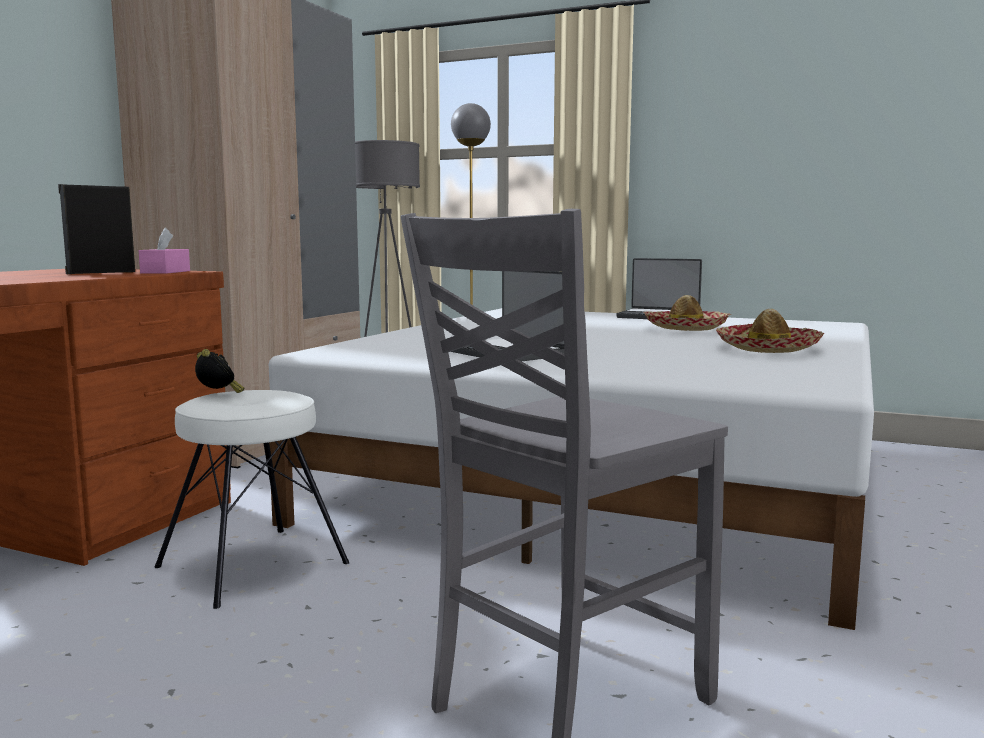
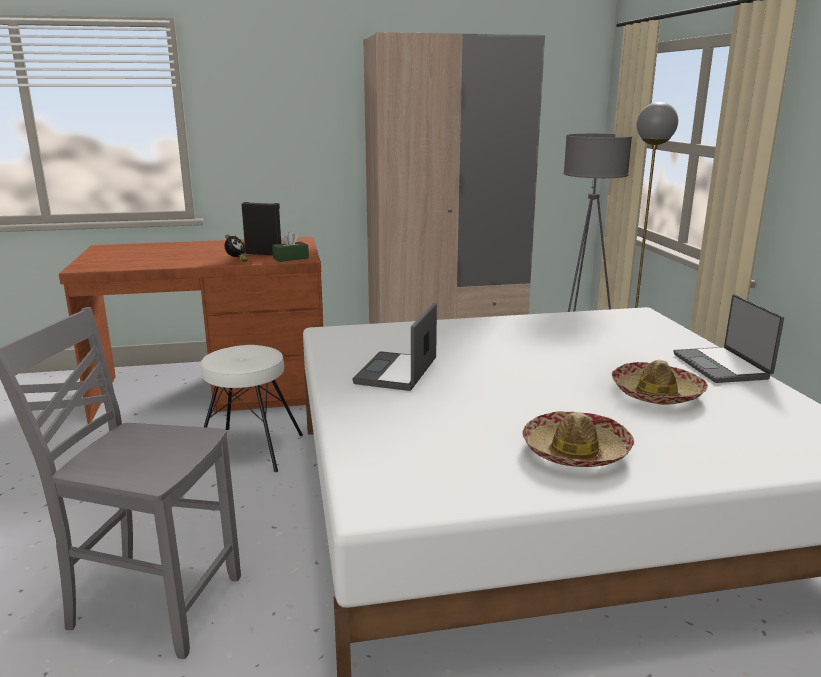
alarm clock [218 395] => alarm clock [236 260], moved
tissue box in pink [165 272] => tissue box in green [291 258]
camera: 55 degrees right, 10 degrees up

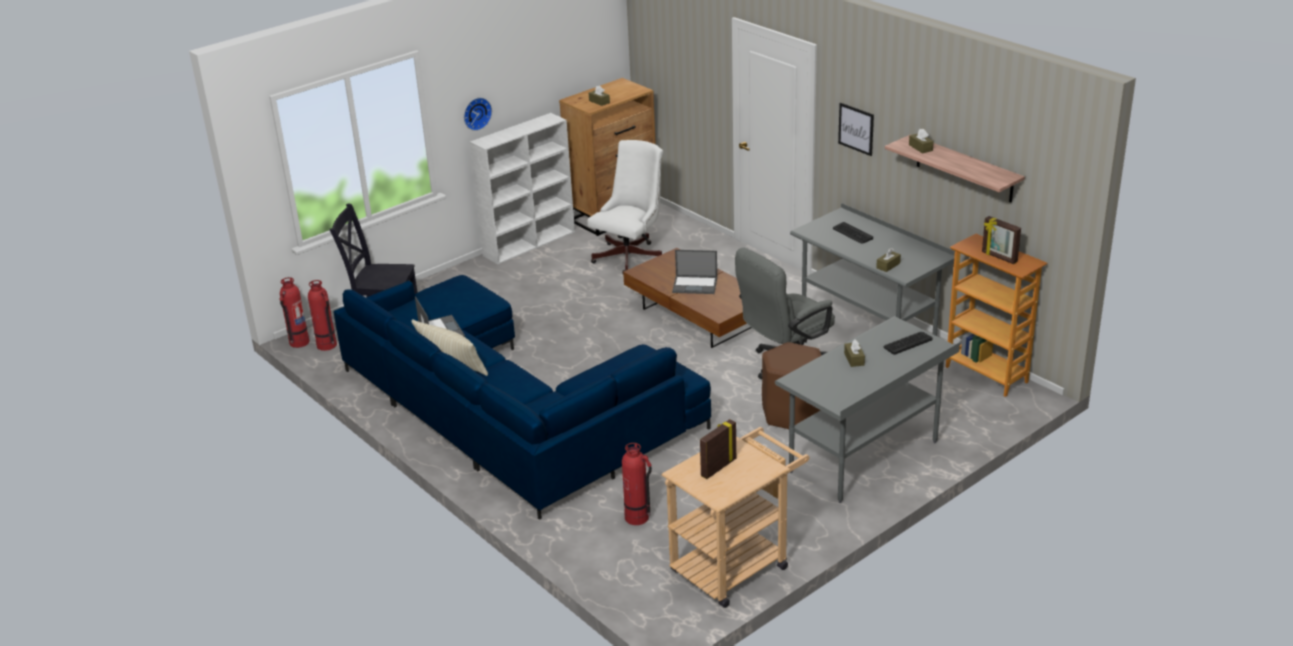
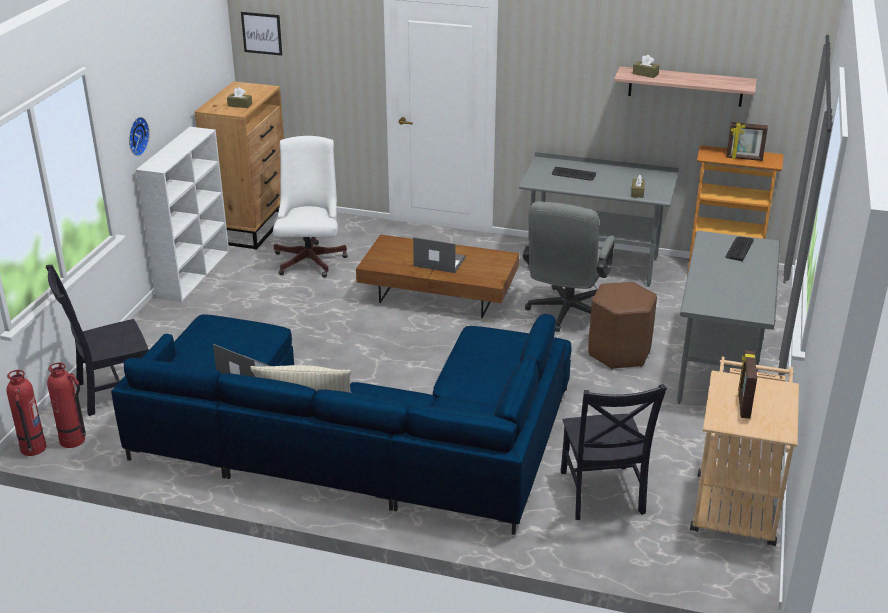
tissue box in brown [854 359] => nothing
picture [856 129] => picture [262 33], moved
fire extinguisher [637 517] => chair in black [602 495]
laptop [695 285] => laptop [439 262], 135 degrees counterclockwise
camera: 35 degrees left, 0 degrees up

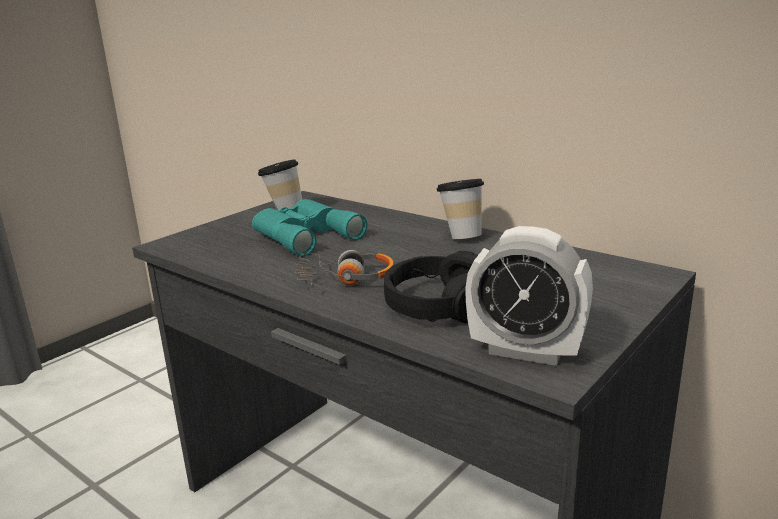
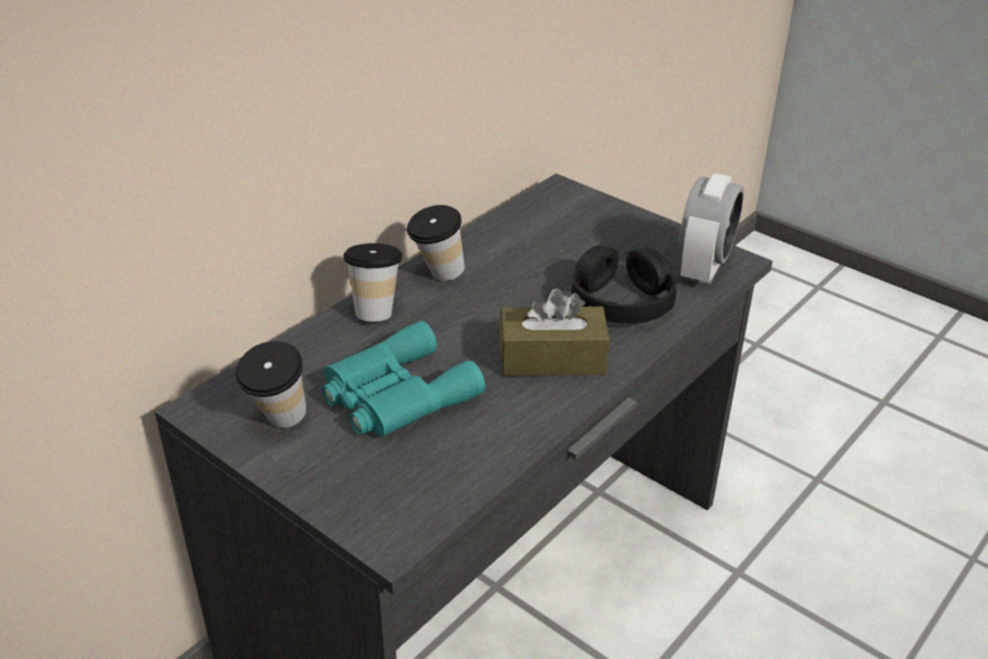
nothing => cup [376 310]
headphones [344 279] => tissue box in brown [552 358]
camera: 90 degrees left, 15 degrees up

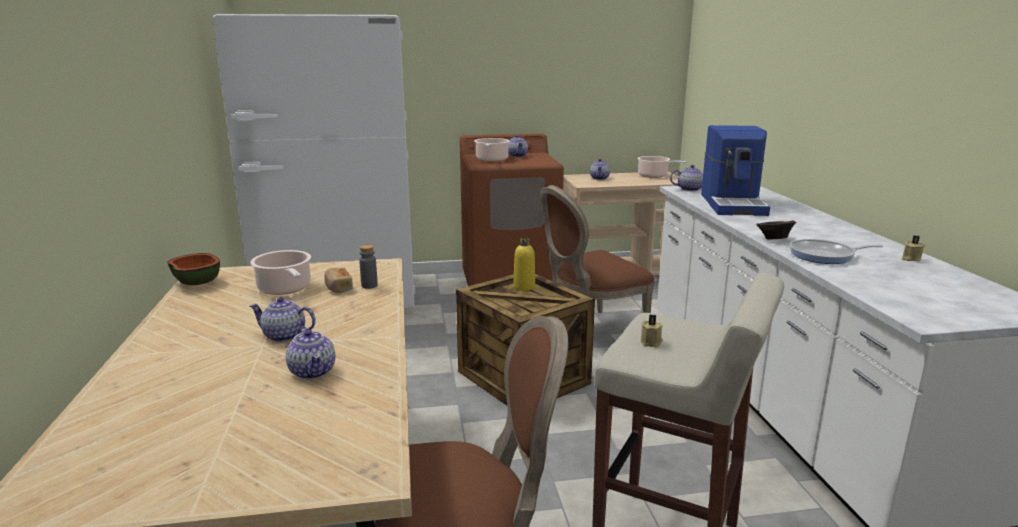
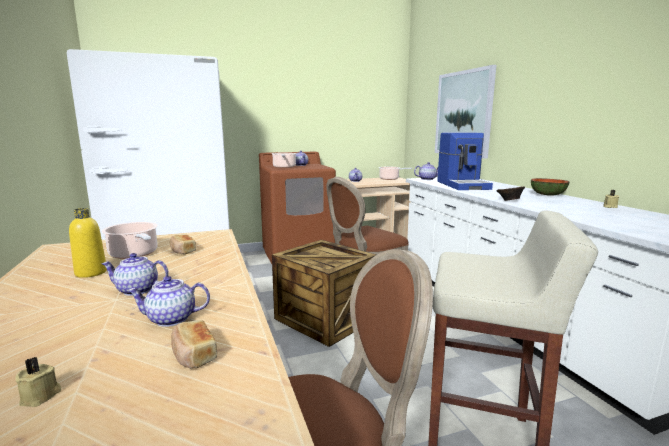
bottle in grey [369 286] => nothing
frying pan [825 256] => nothing
nothing => bread [193 355]
nothing => picture [463 114]
bowl [196 282] => bowl [547 195], moved
bottle in yellow [524 287] => bottle in yellow [91 273], moved
candle in beige [652 342] => candle in beige [41 396], moved
teapot [313 372] => teapot [171 319], 120 degrees clockwise
camera: 10 degrees left, 5 degrees down

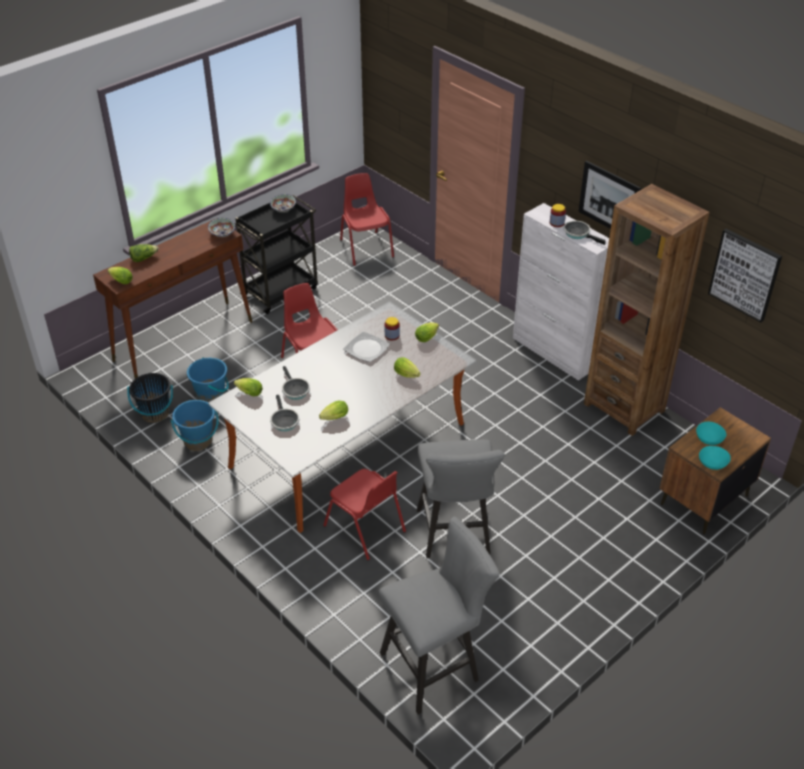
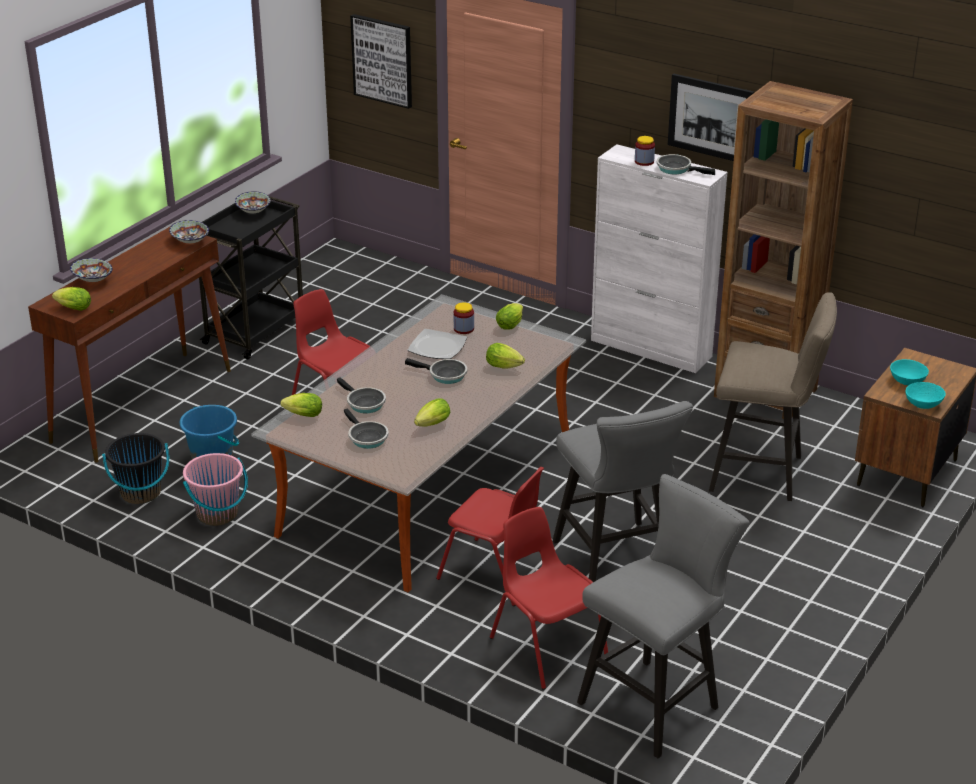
nothing => frying pan [444 375]
nothing => stool in beige [764 474]
chair in red [366 248] => chair in red [547 646], moved
picture [745 274] => picture [382 60], moved
lettuce [143 258] => bowl [92 280]
bucket in blue [198 441] => bucket in pink [217 514]
camera: 15 degrees left, 10 degrees down

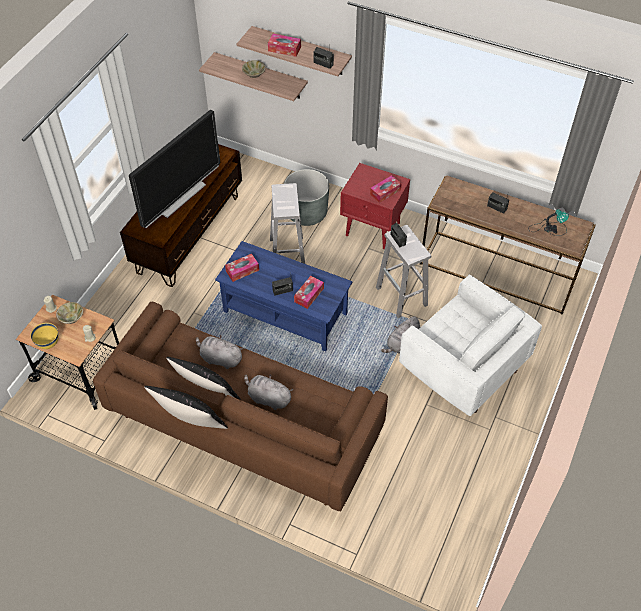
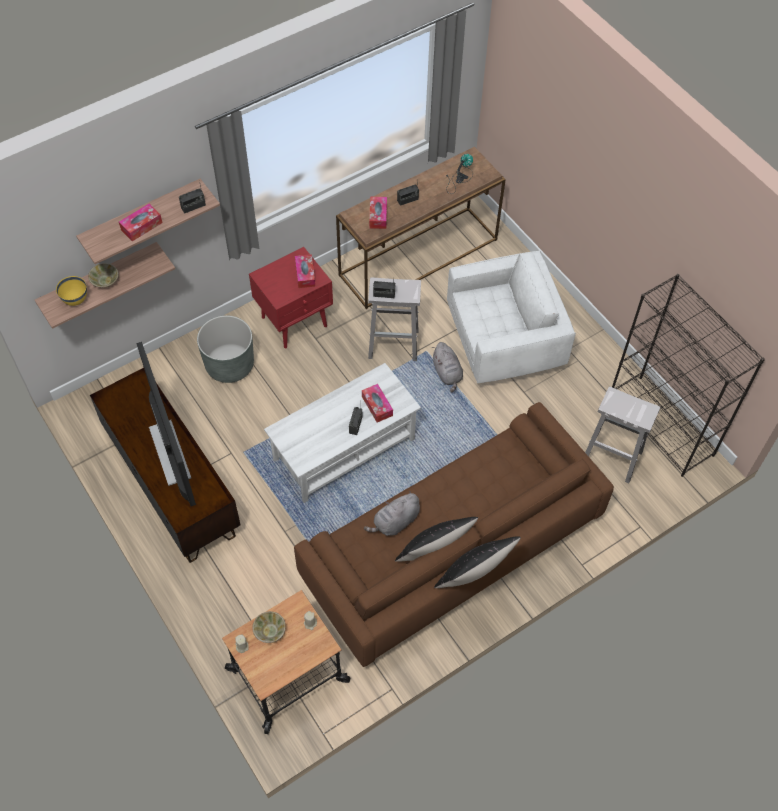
plush toy in grey [268 398] => nothing
nothing => bookcase in black [661 425]
bowl in yellow [48 344] => bowl in yellow [76 300], moved
tissue box [242 270] => tissue box [378 216], moved
stool in white [287 252] => stool in white [610 457], moved
coffee table in blue [285 313] => coffee table in white [344 450]
camera: 60 degrees left, 5 degrees up

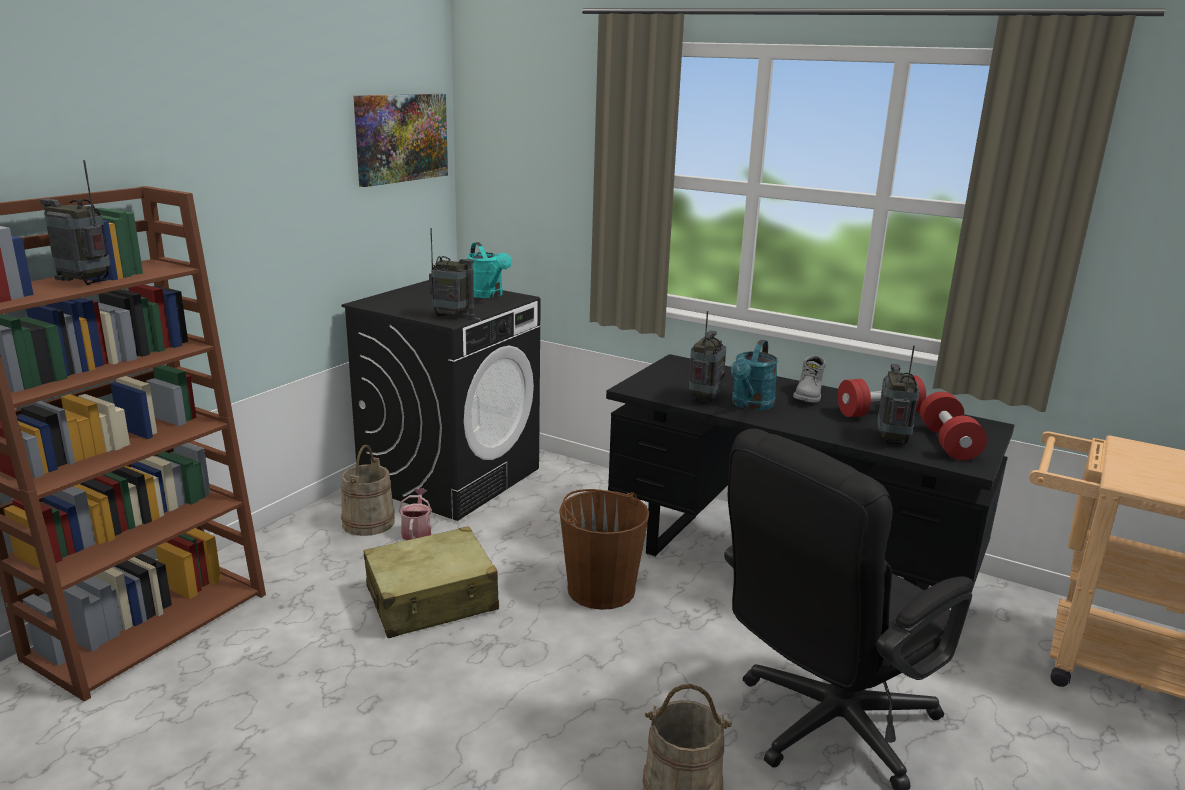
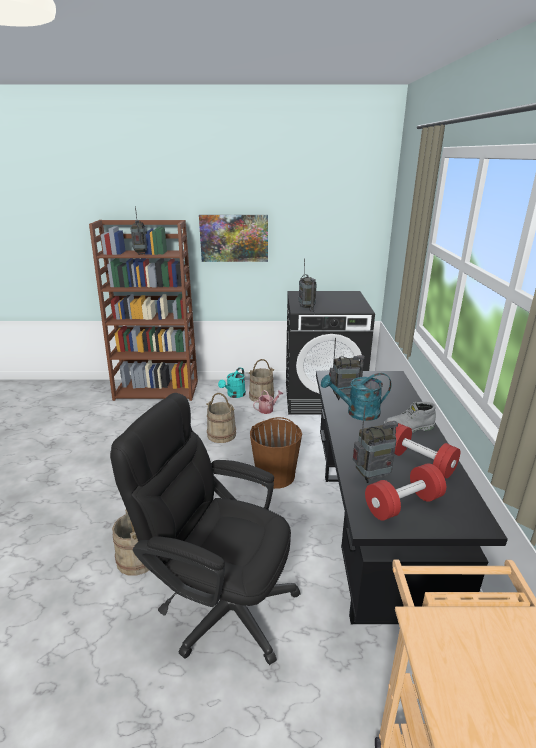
picture [401 138] => picture [234 238], moved
watering can in turquoise [488 295] => watering can in turquoise [234 395], moved
suitcase in beige [432 600] => bucket in beige [221 434]
camera: 60 degrees right, 5 degrees up

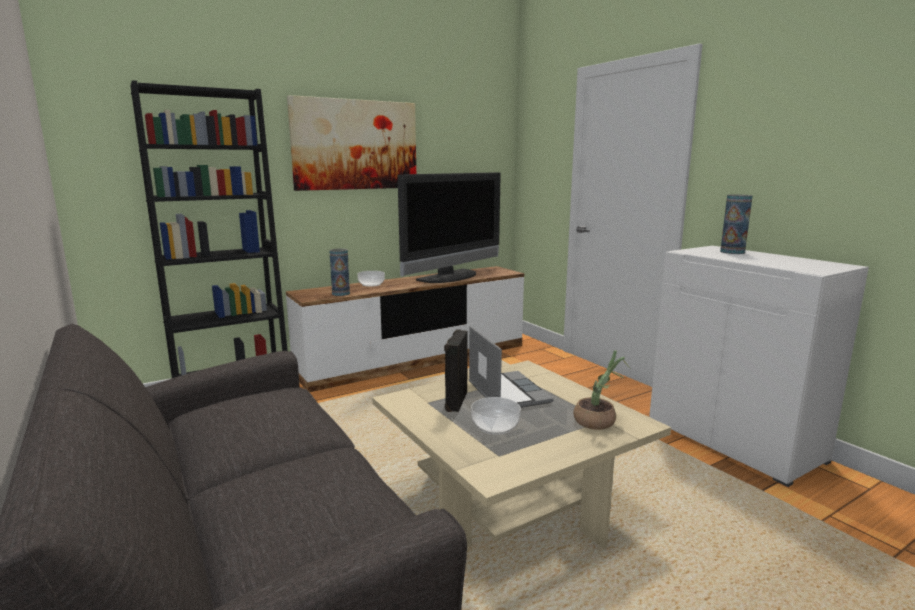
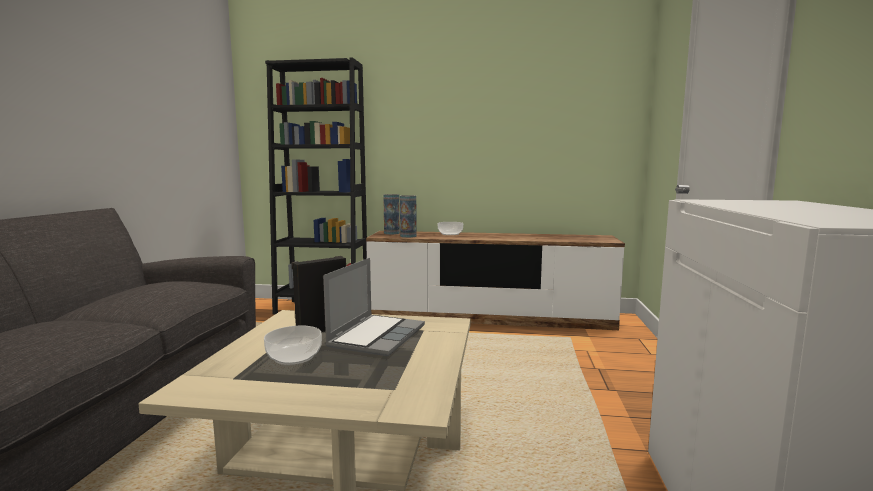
picture [355 145] => nothing
television [451 277] => nothing
potted plant [599 421] => nothing
vase [732 252] => vase [391 233], moved
camera: 40 degrees right, 5 degrees down

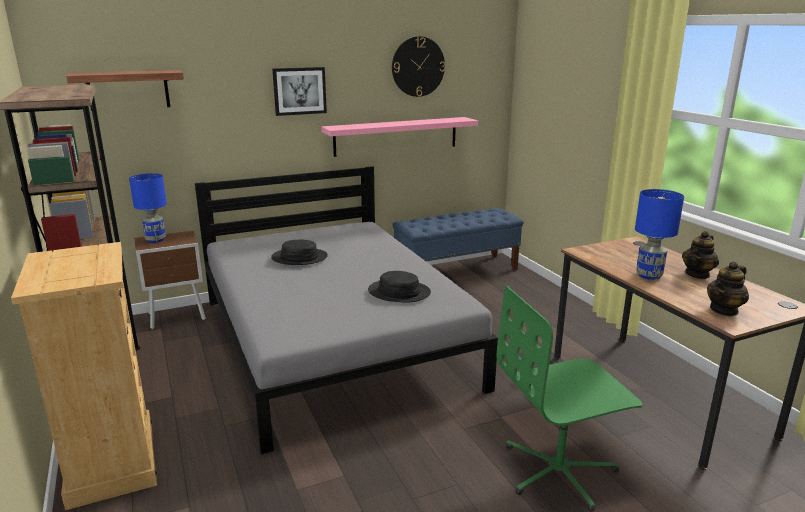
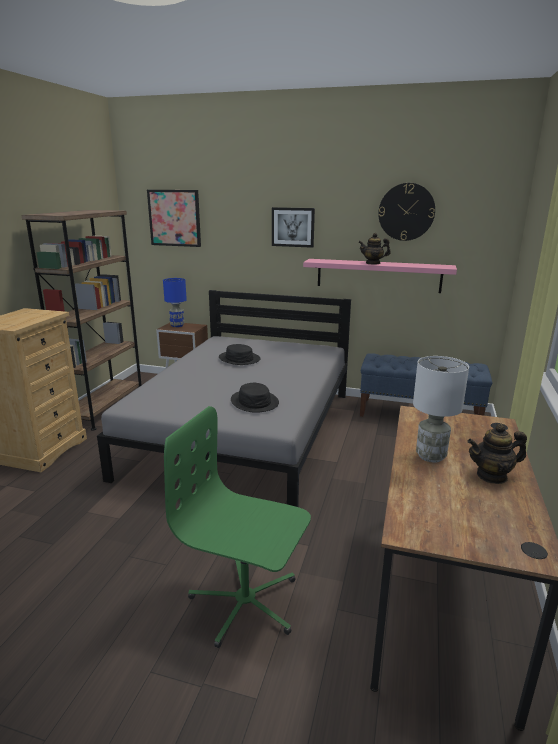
teapot [724 310] => teapot [373 263], moved
shelf [128 90] => picture [175 218]
table lamp in blue [649 276] => table lamp in white [430 456]
camera: 40 degrees right, 0 degrees up

